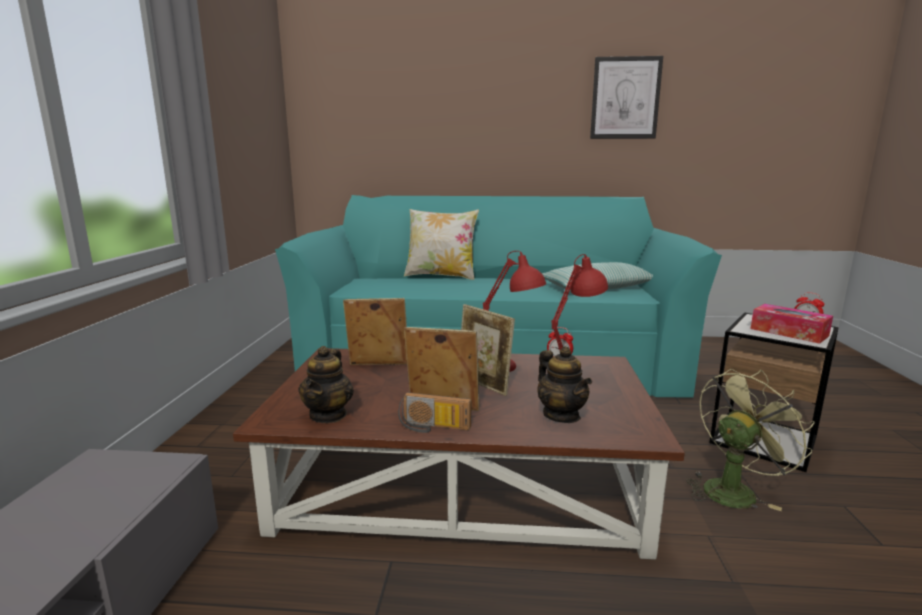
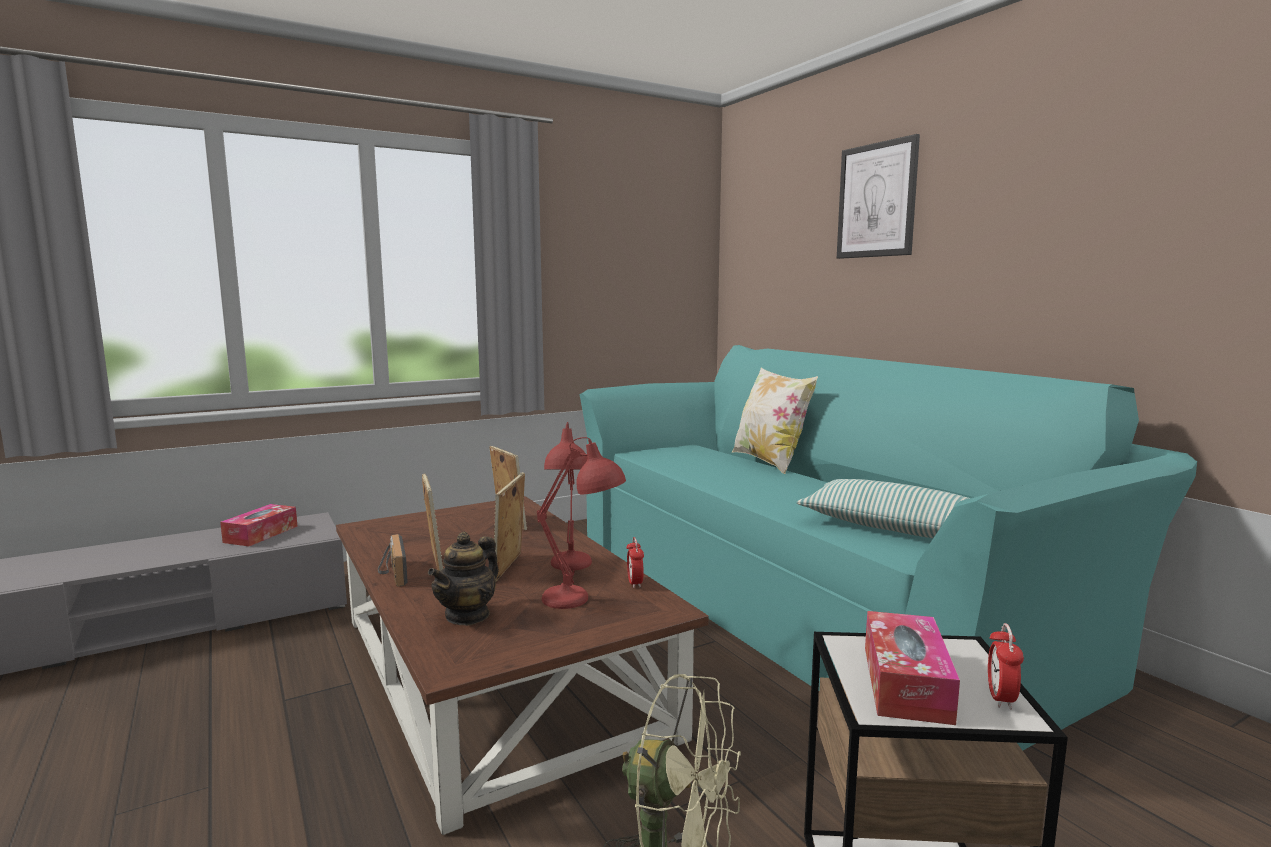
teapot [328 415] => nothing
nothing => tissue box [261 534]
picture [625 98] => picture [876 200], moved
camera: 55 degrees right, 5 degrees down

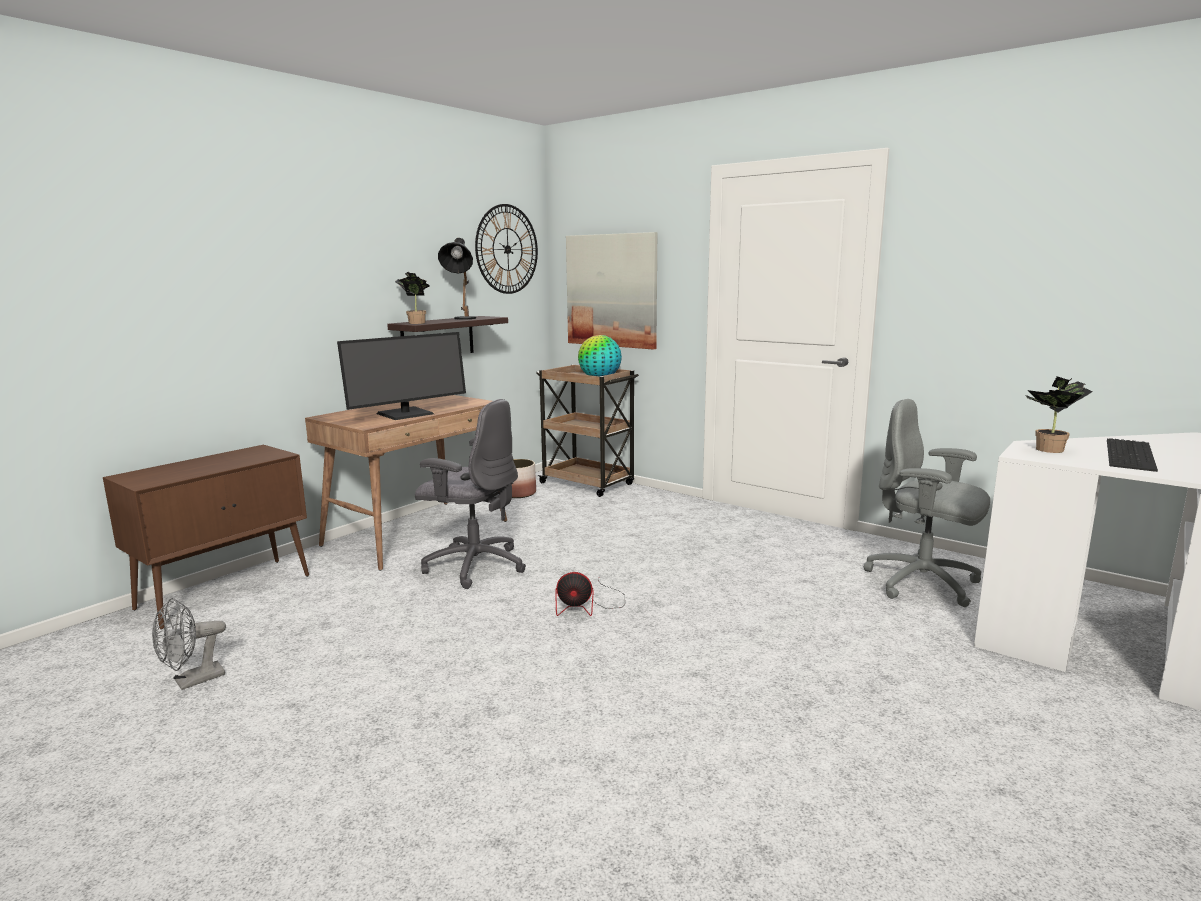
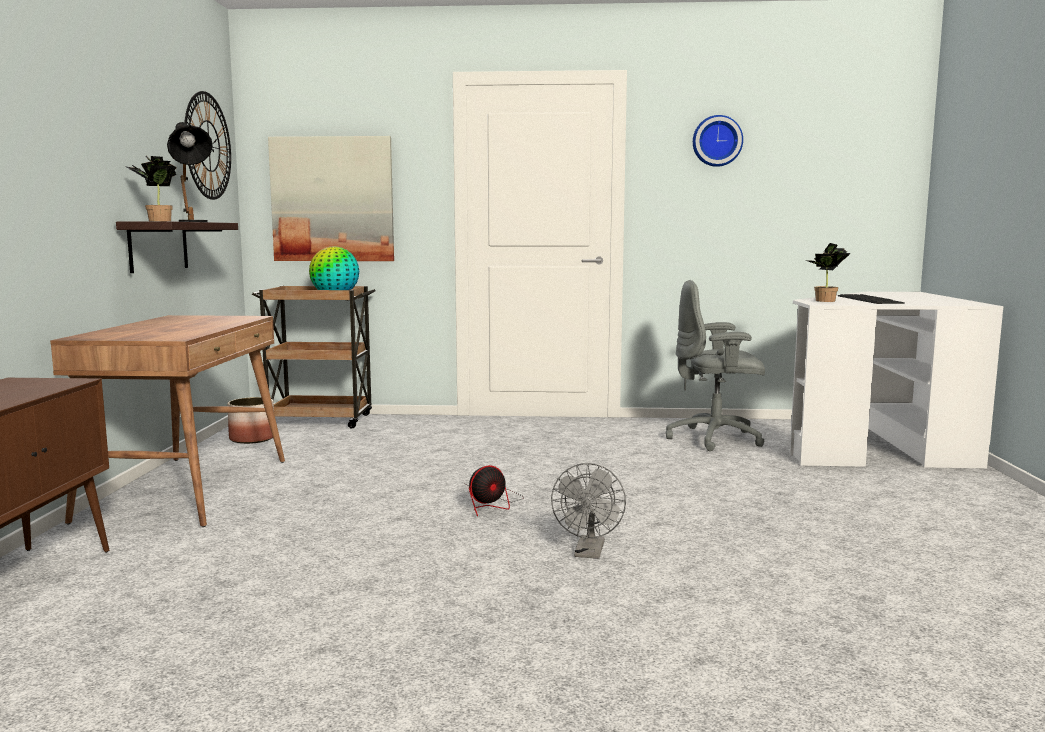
monitor [406 414] => nothing
office chair in grey [474 566] => nothing
nothing => wall clock [716 141]
fan in grey [192 681] => fan in grey [589 553], moved
camera: 35 degrees left, 5 degrees down

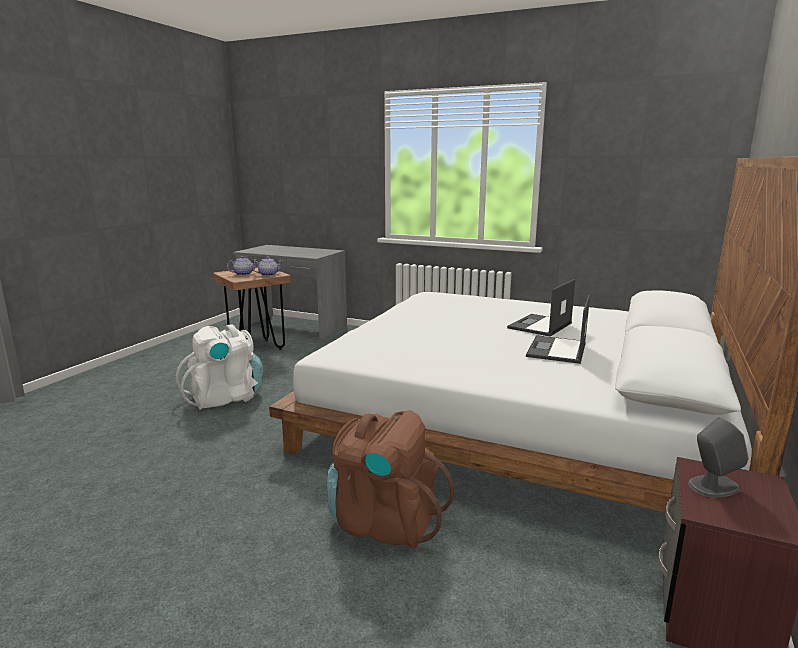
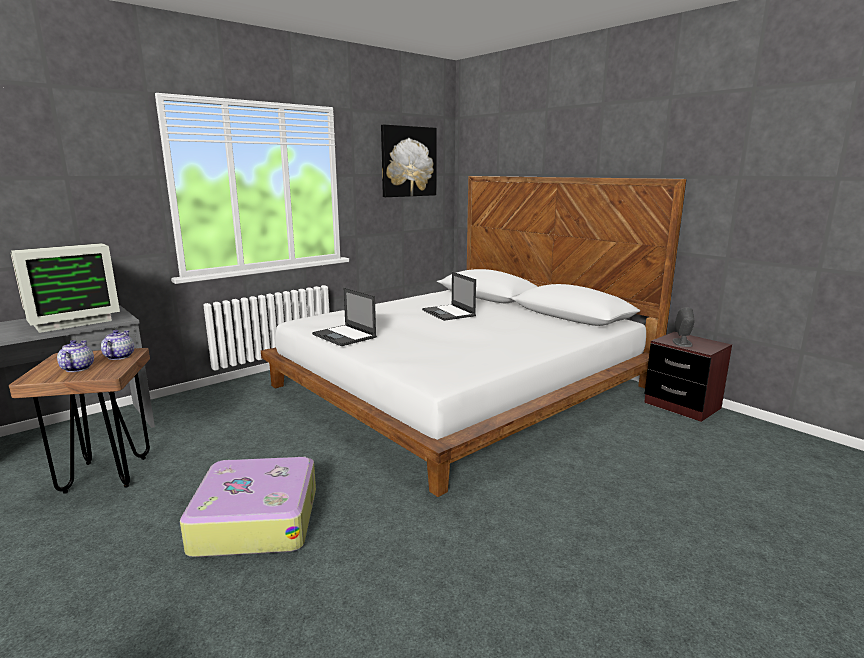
backpack in brown [384 522] => nothing
nothing => monitor [70 320]
nothing => picture [408 161]
laptop [557 350] => laptop [345 336], moved
backpack in white [225 398] => suitcase [255 519]
camera: 65 degrees left, 0 degrees up

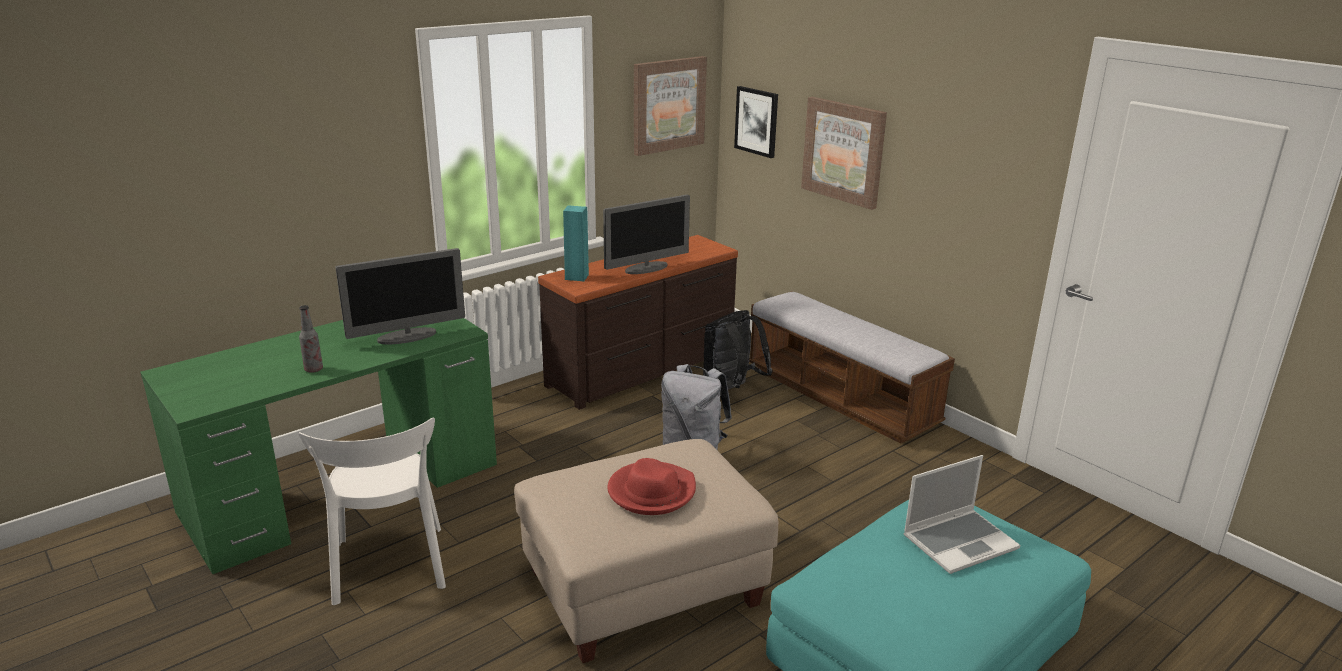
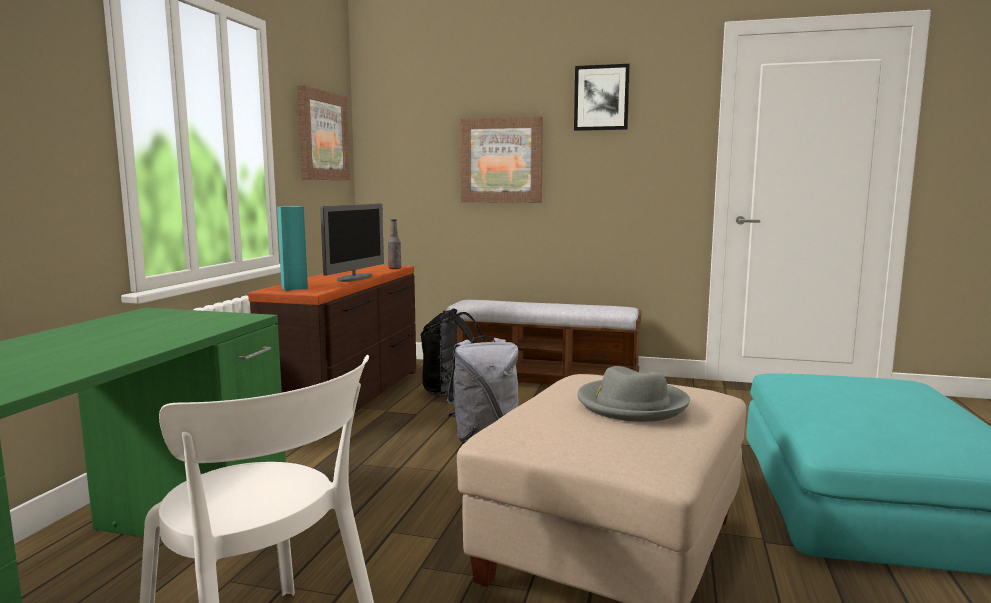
monitor [407 336] => nothing
laptop [960 542] => nothing
bottle [313 369] => bottle [394 268], moved
picture [757 121] => picture [601 98], moved
hat in red [651 492] => hat in grey [631 404]
camera: 35 degrees left, 15 degrees down

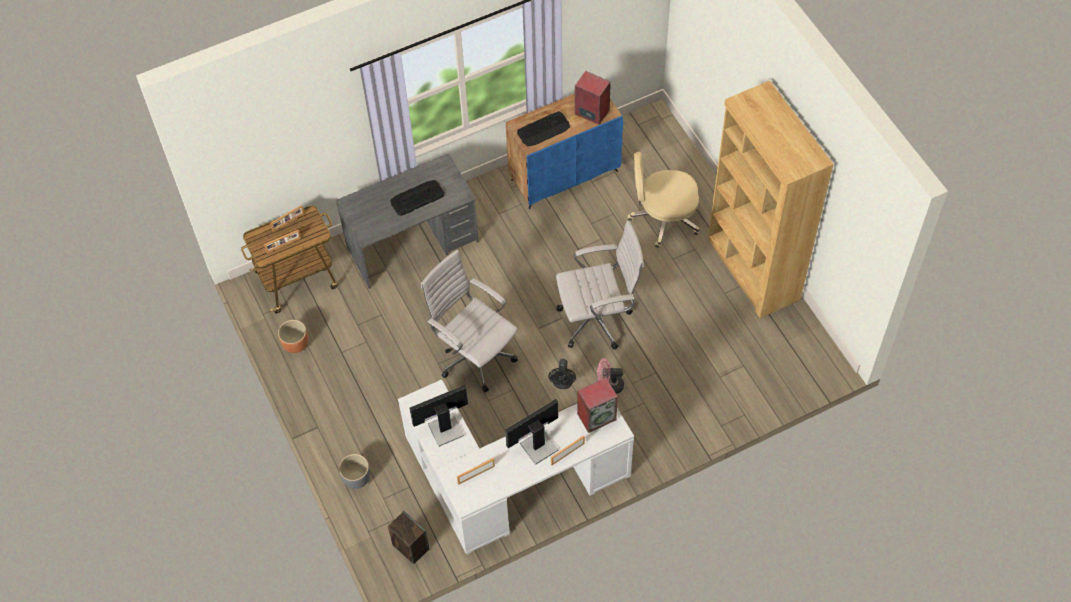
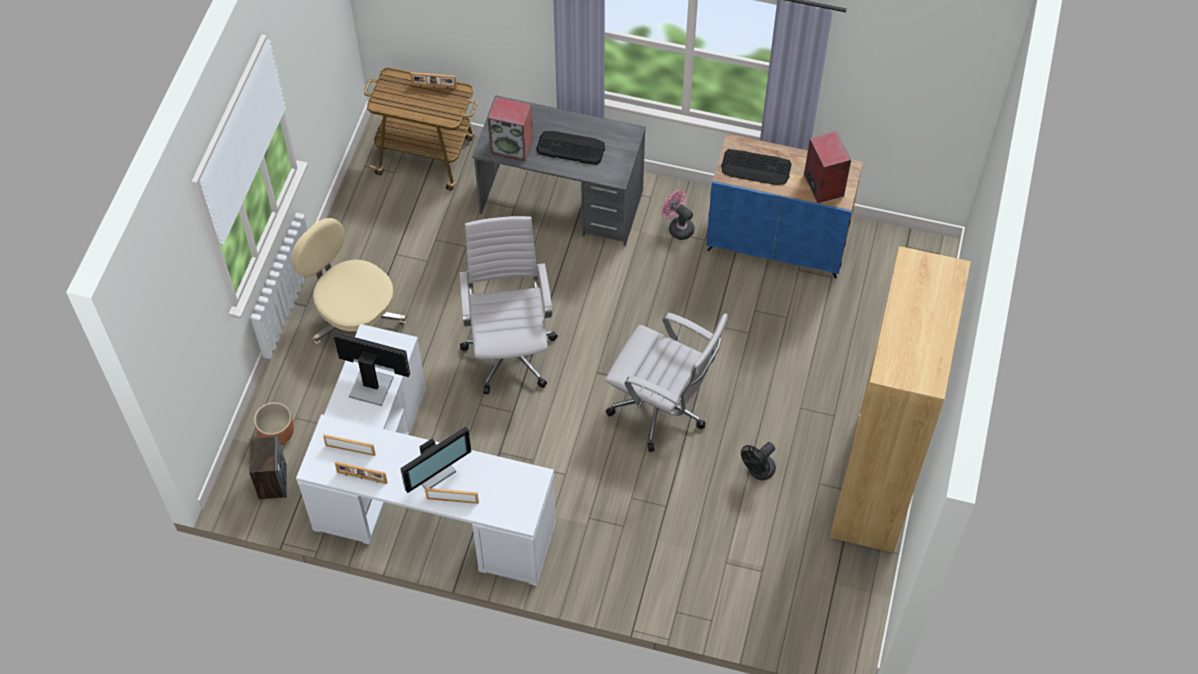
planter in grey [356 478] => nothing
picture frame [284 246] => picture frame [362 478], moved
planter in brown [296 344] => planter in brown [277 434], moved
fan in black [562 384] => fan in black [758 471], moved
speaker [597 416] => speaker [512 147], moved
fan in pink [609 385] => fan in pink [677 227], moved
office chair in beige [663 218] => office chair in beige [355 319], moved
monitor [537 446] => monitor [433 470], 135 degrees clockwise
camera: 40 degrees right, 0 degrees up

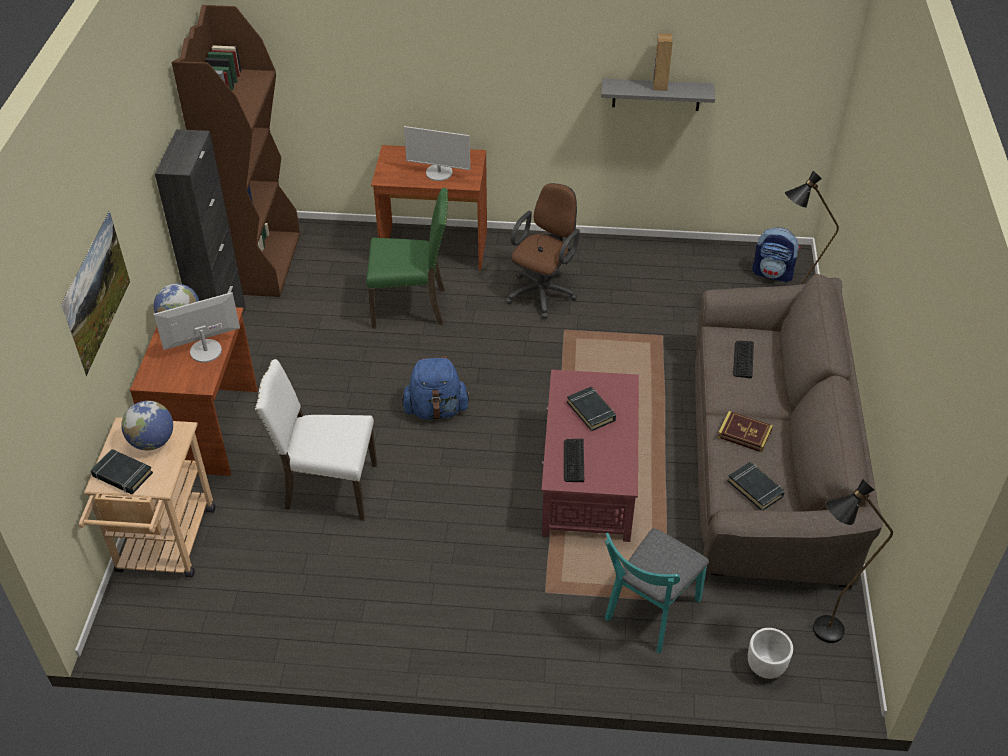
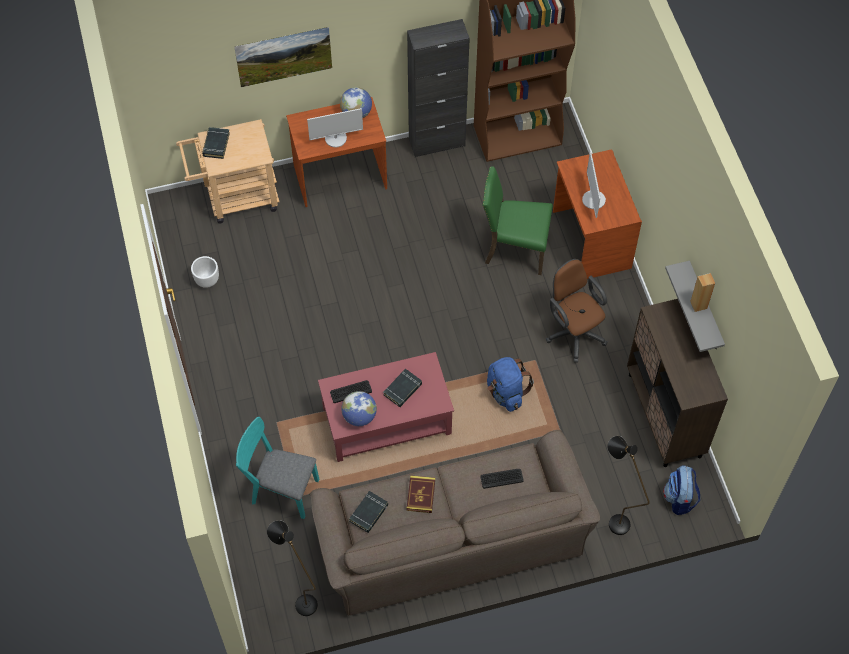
chair in white [328 488] => nothing
nothing => cabinet in brown [664 415]
globe [152 442] => globe [359 416], moved
backpack in blue [436 410] => backpack in blue [506 392], moved
planter in white [764 667] => planter in white [207 280], moved
monitor [205 351] => monitor [336 138], 120 degrees clockwise
chair in green [411 306] => chair in green [514 249], 120 degrees clockwise
office chair in brown [543 292] => office chair in brown [573 332], 135 degrees counterclockwise
camera: 70 degrees right, 15 degrees up

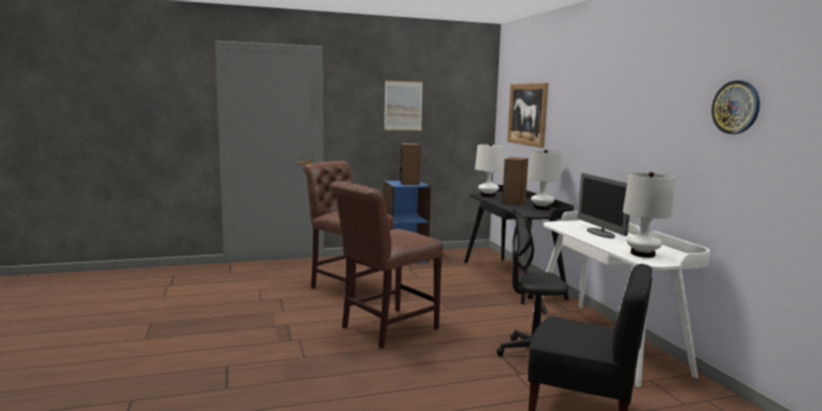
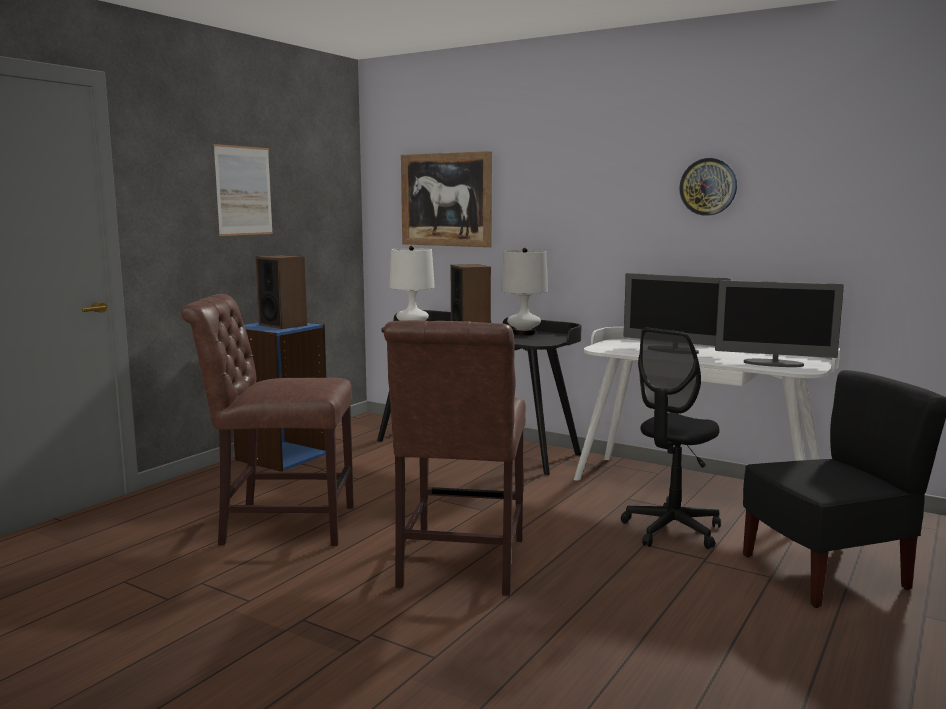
wall clock [736 107] => wall clock [708 187], moved
table lamp in white [642 254] => monitor [774 364]
camera: 40 degrees left, 0 degrees up

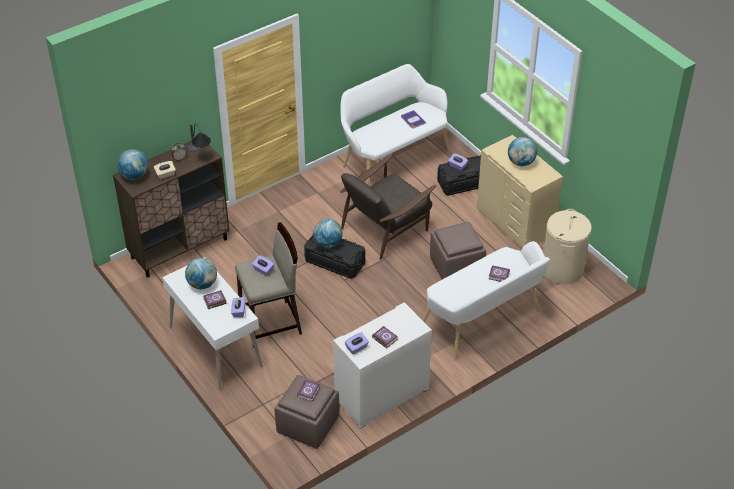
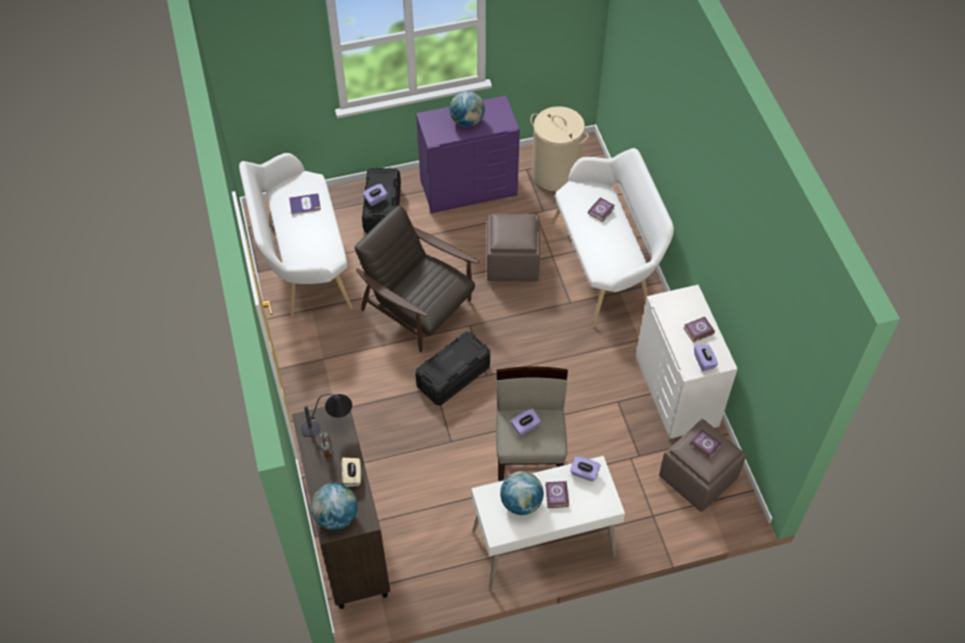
globe [328 243] => nothing
dresser in beige [515 223] => dresser in purple [468 187]
armchair in brown [386 227] => armchair in brown [418 308], 150 degrees clockwise
camera: 70 degrees left, 10 degrees up

